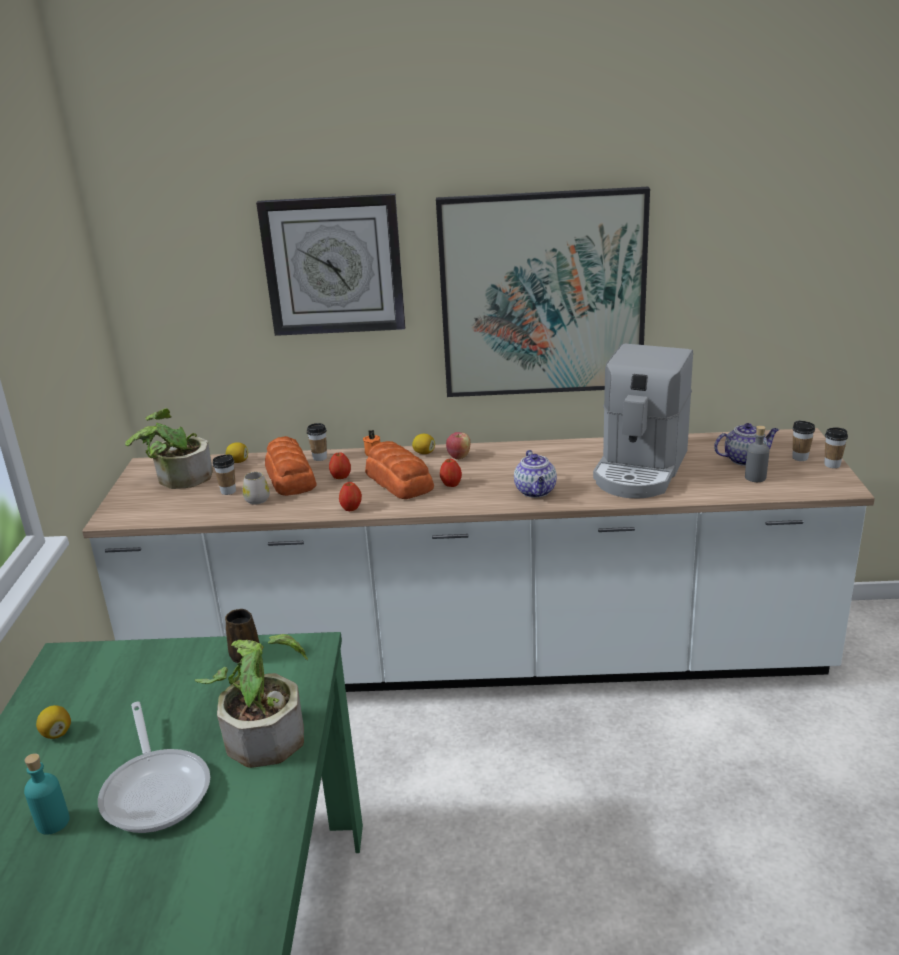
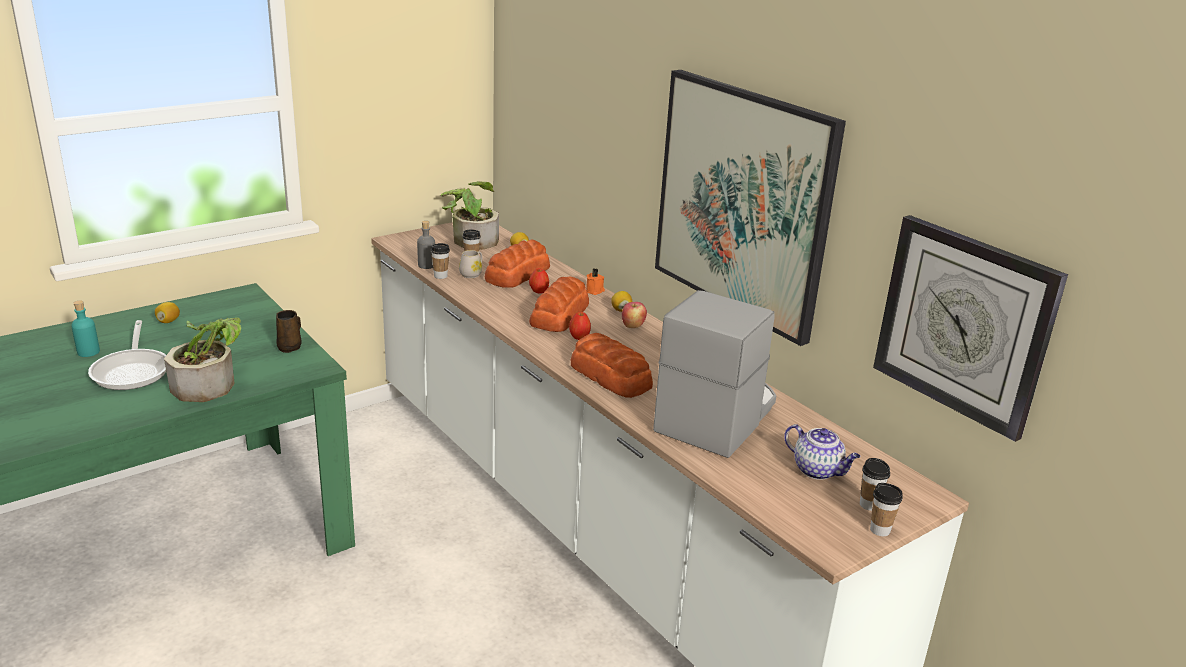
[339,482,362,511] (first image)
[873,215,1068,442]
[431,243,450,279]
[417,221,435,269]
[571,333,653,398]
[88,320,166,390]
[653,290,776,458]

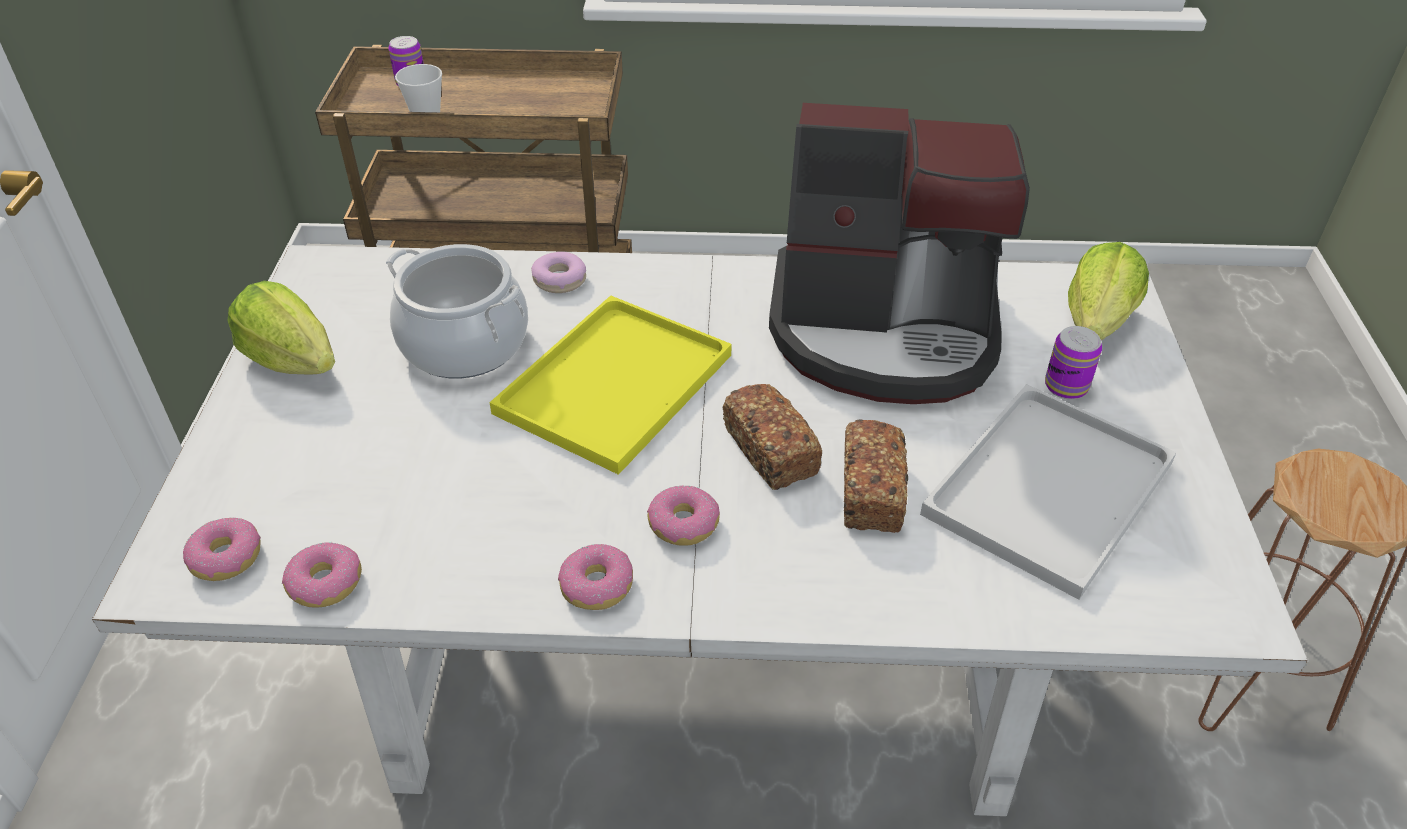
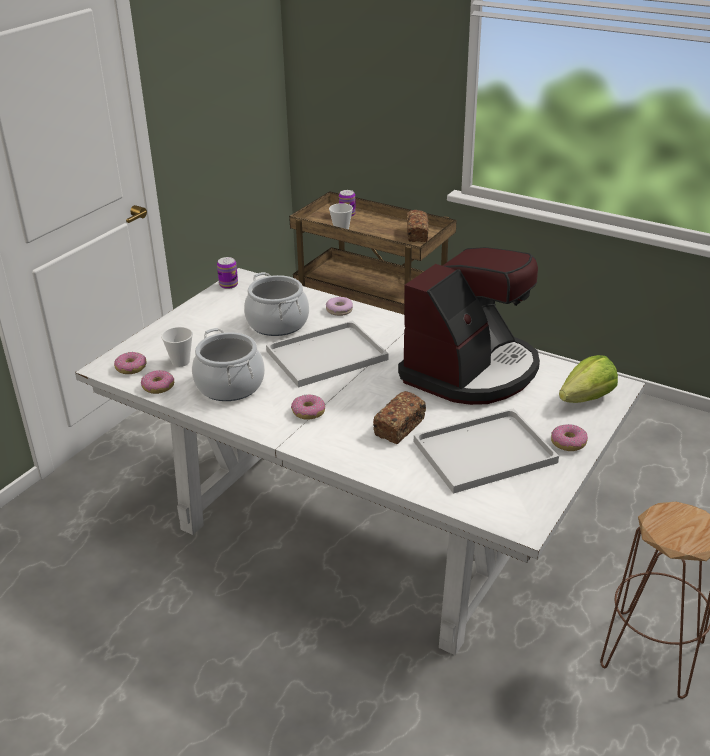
[227,281,335,374] (first image)
[161,327,193,367]
[192,328,265,401]
[551,424,588,451]
[407,210,429,242]
[217,257,238,289]
[266,320,388,388]
[398,247,540,405]

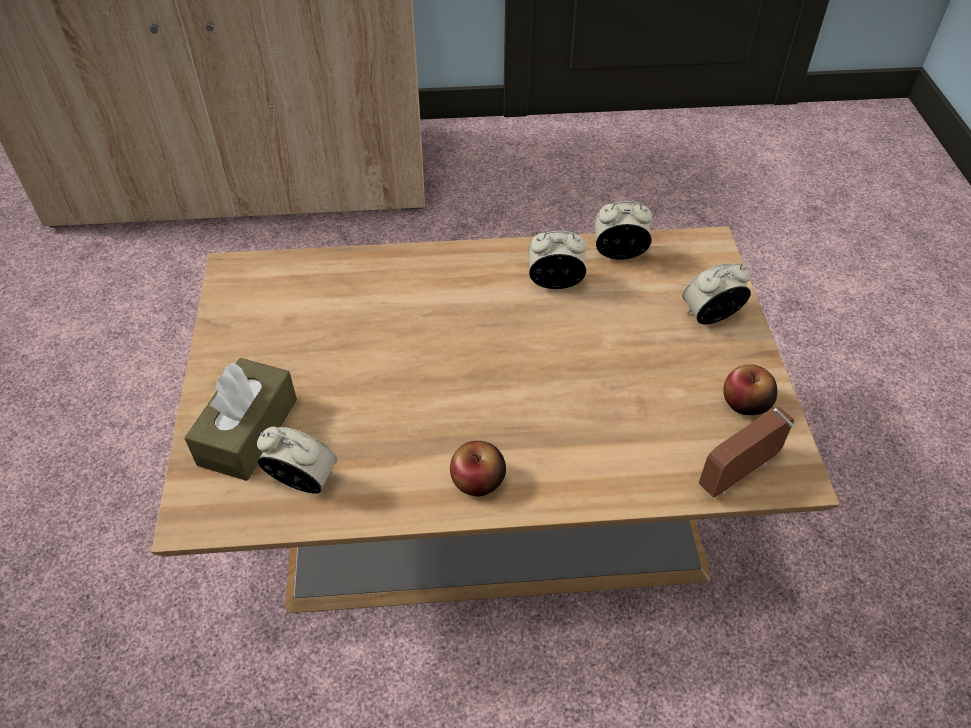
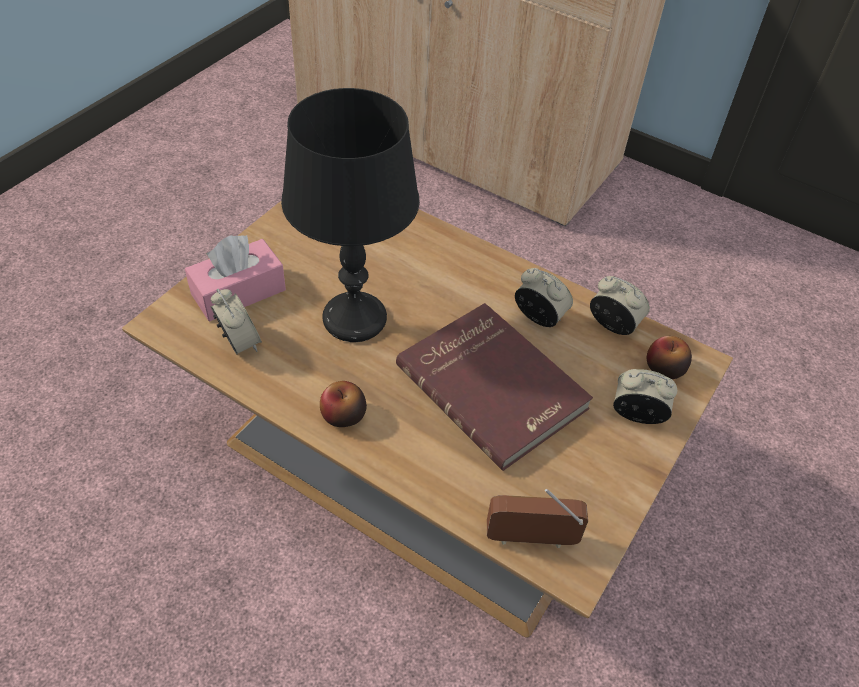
[281,88,420,342]
[396,303,593,471]
[647,336,692,379]
[185,235,286,321]

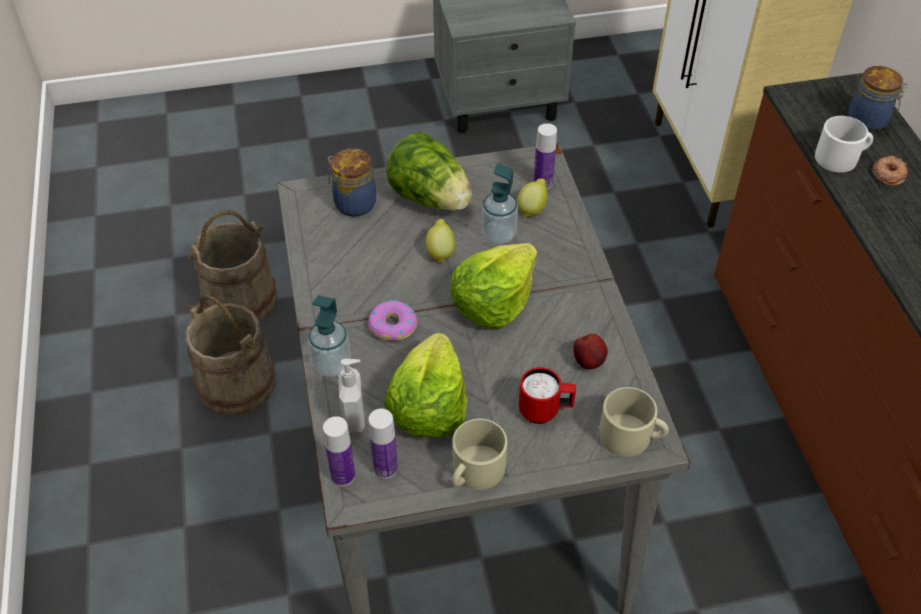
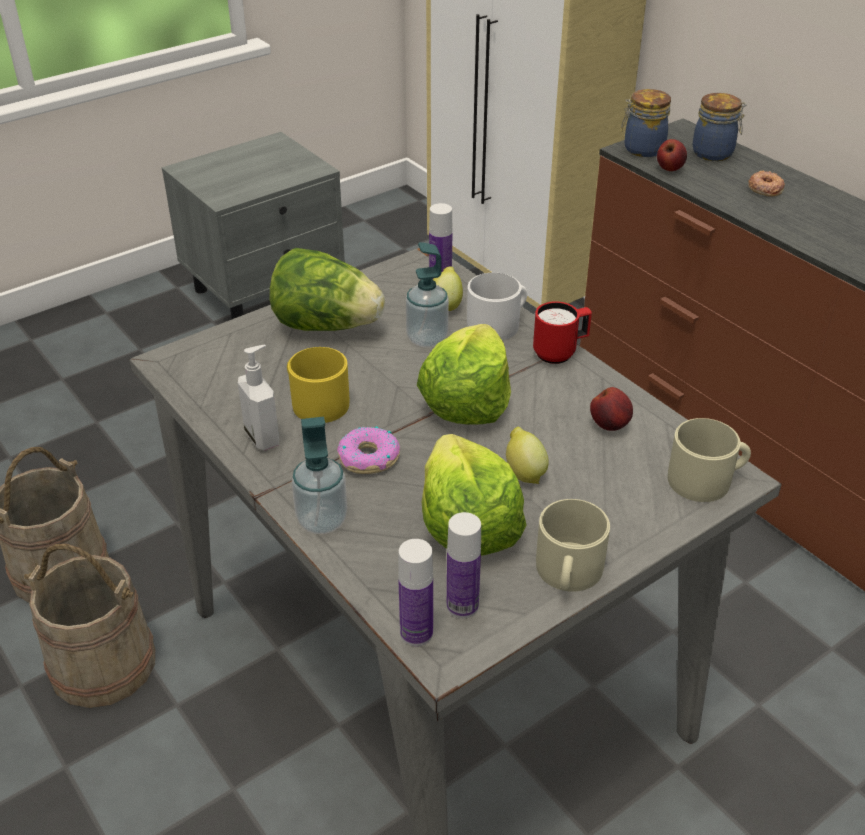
[287,347,349,423]
[657,139,687,171]
[621,89,671,157]
[238,345,279,450]
[506,427,549,484]
[533,301,592,364]
[467,273,527,340]

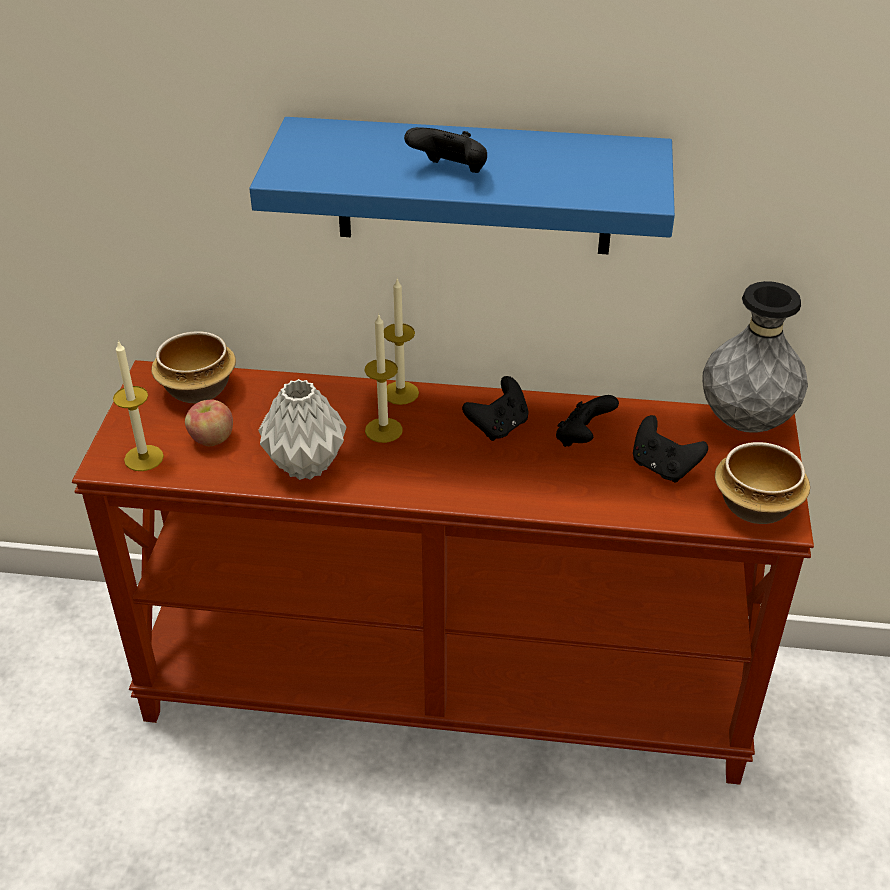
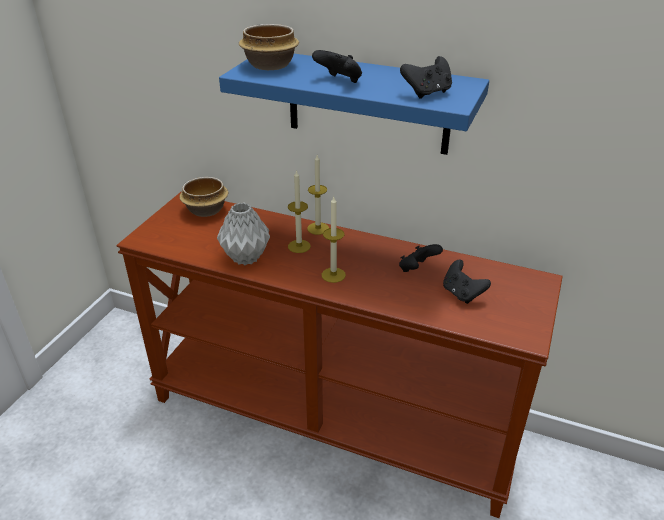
[185,399,233,446] (first image)
[702,281,808,433] (first image)
[321,197,346,283]
[400,56,452,99]
[239,24,299,70]

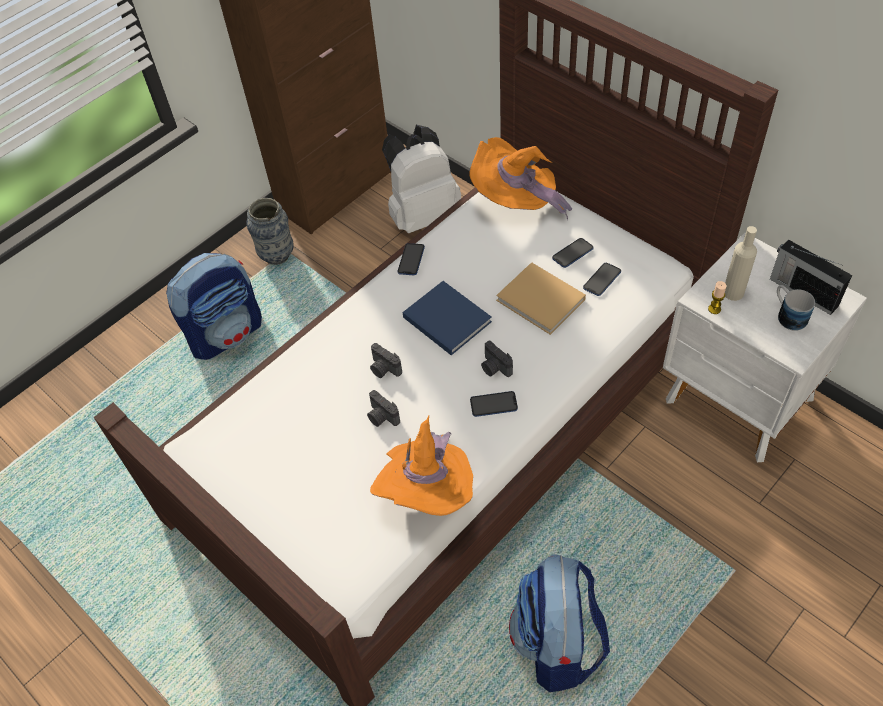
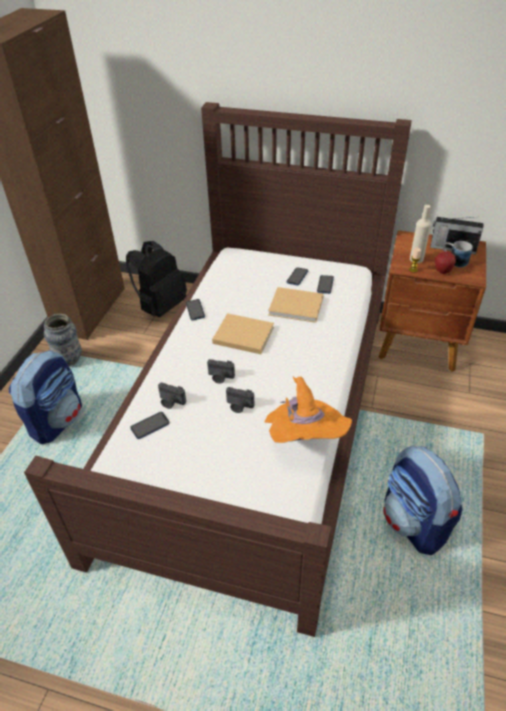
[470,137,572,220] (first image)
[435,251,456,274]
[130,412,169,439]
[158,382,186,409]
[126,241,187,317]
[212,313,274,354]
[379,230,486,372]

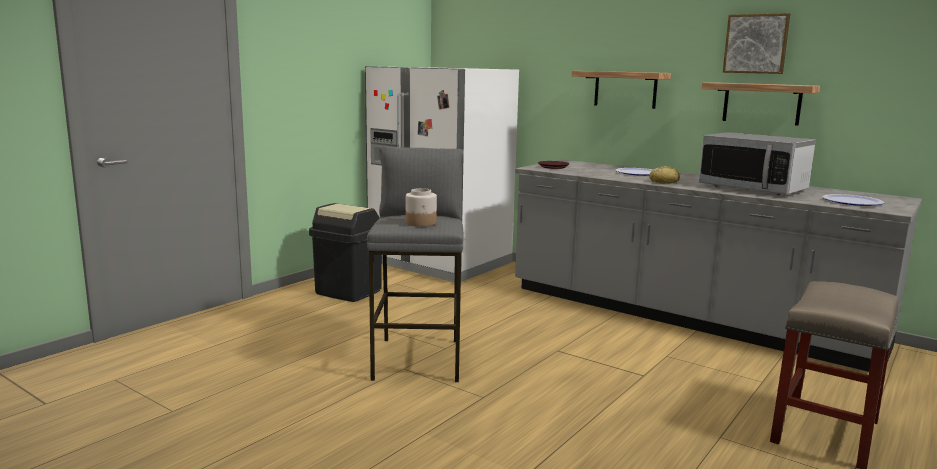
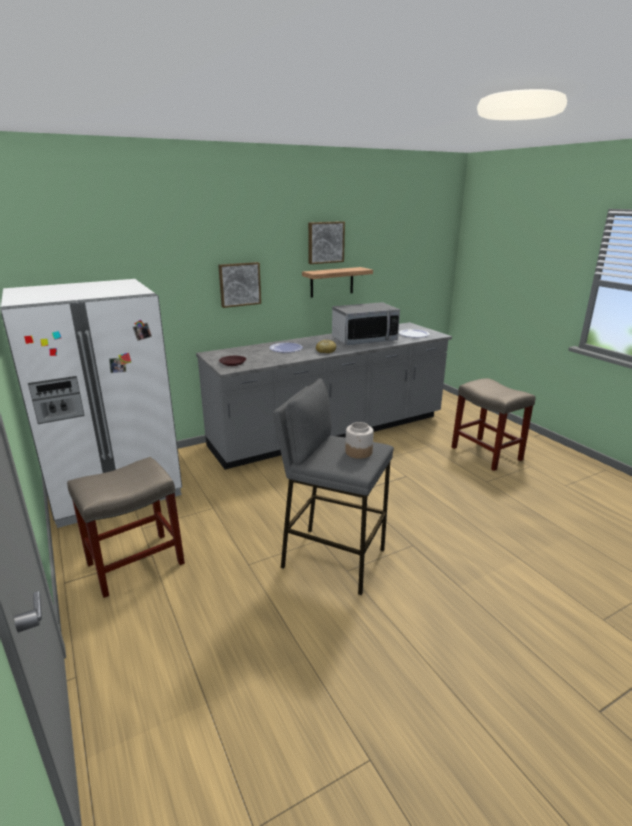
[67,457,185,598]
[218,262,261,308]

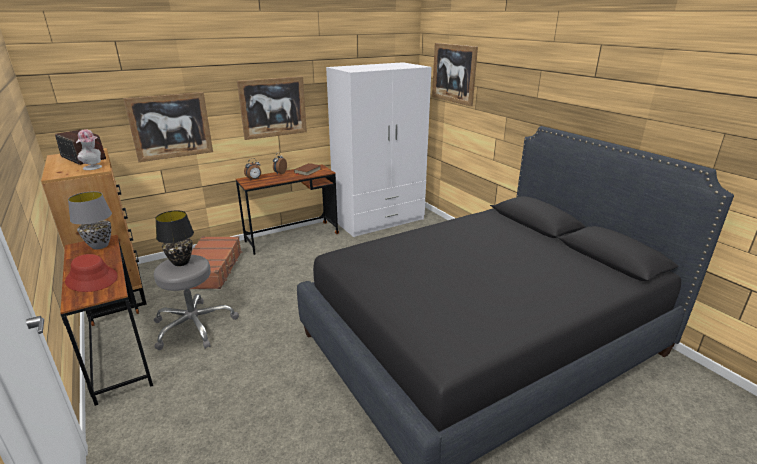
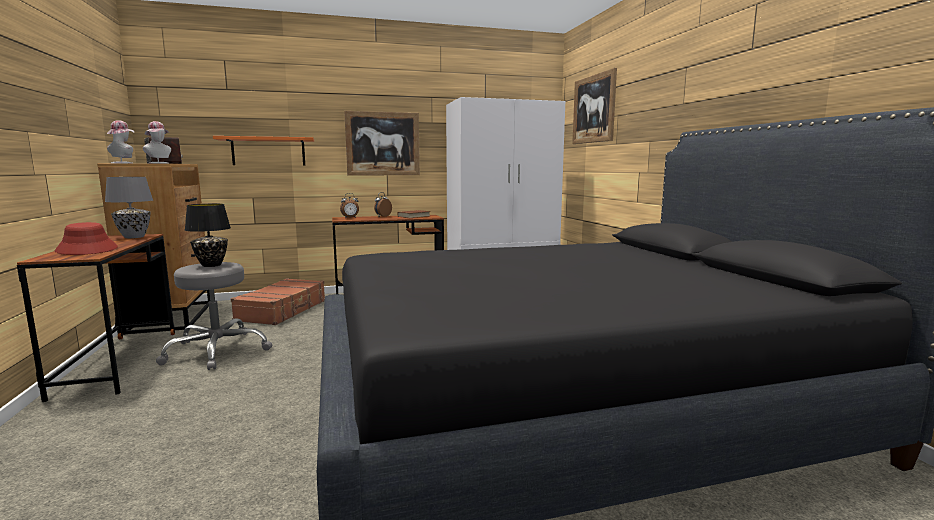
[107,120,134,163]
[213,136,314,165]

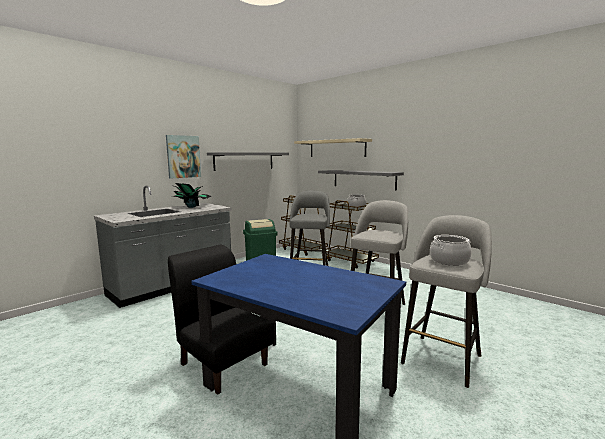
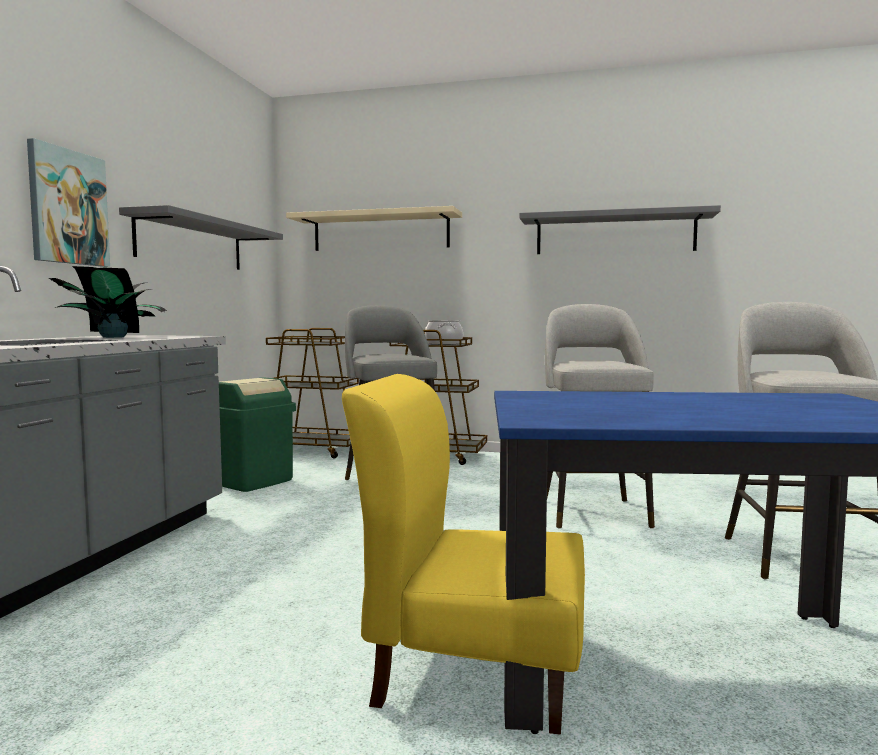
[430,235,472,266] (first image)
[519,205,721,254]
[342,374,585,735]

